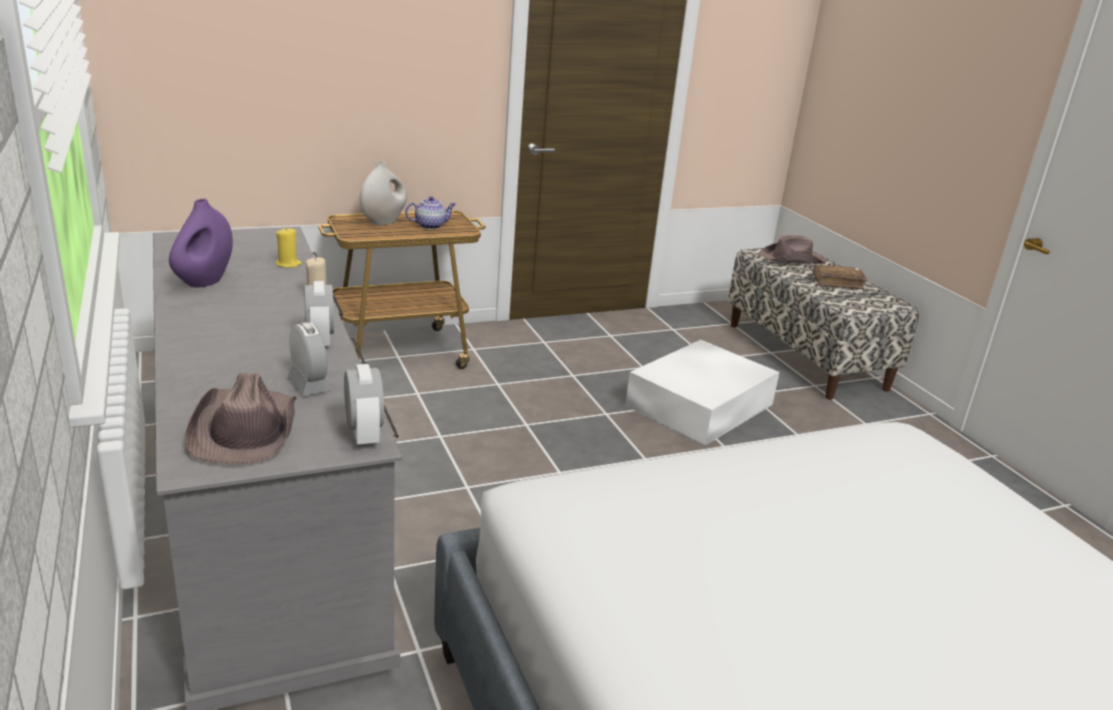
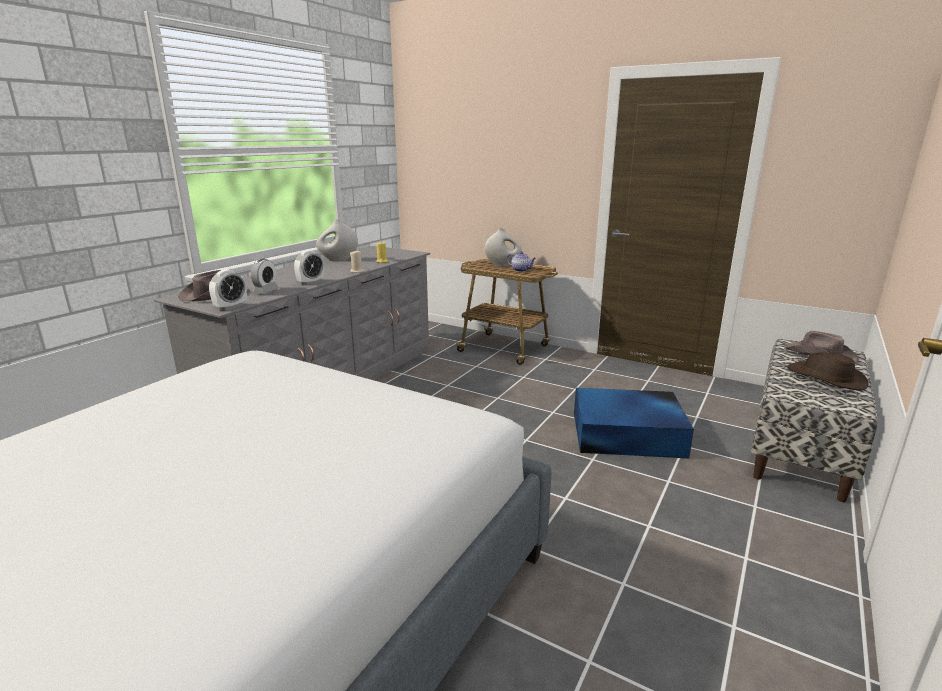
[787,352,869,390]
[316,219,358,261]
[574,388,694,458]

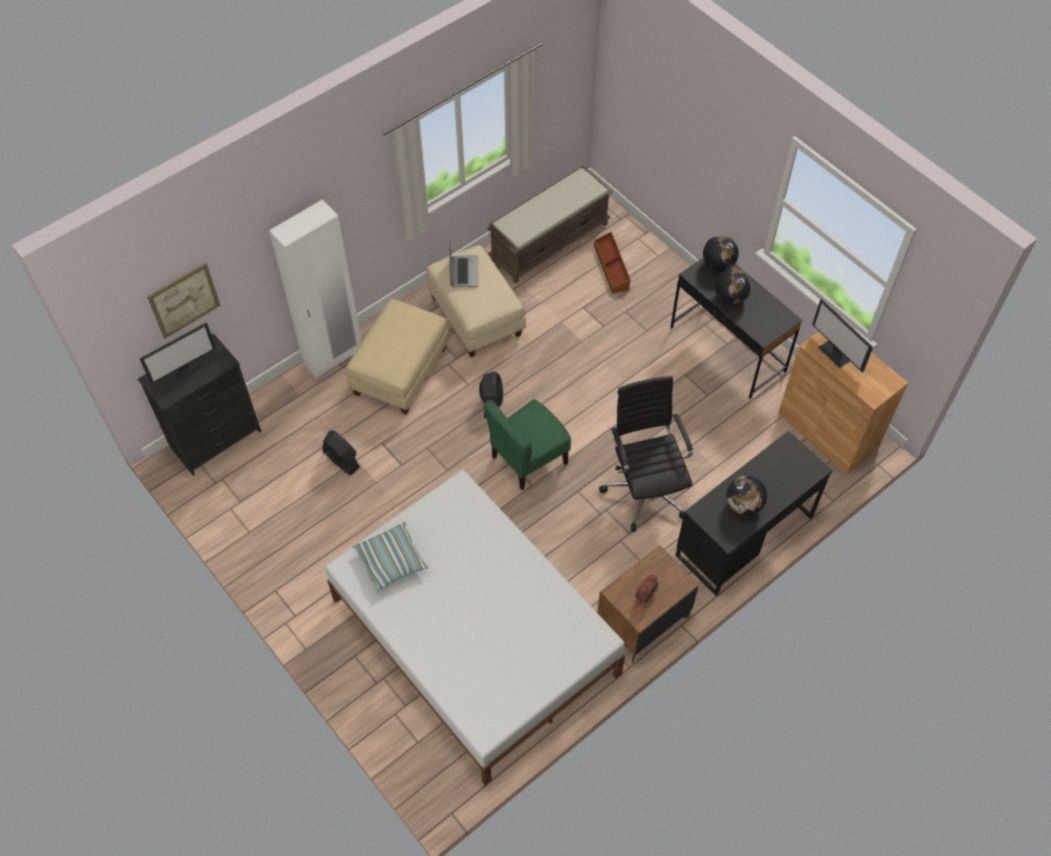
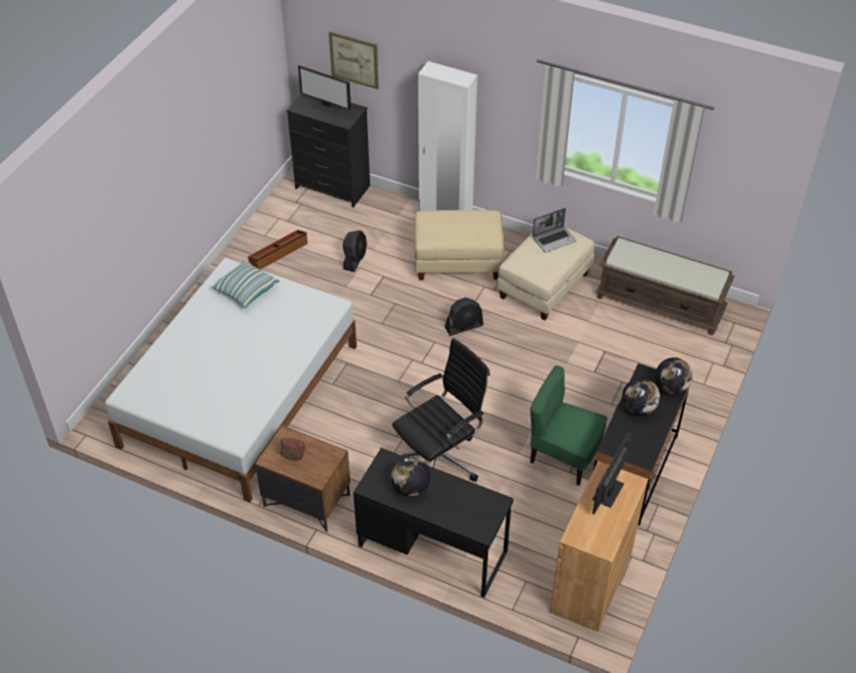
[530,366,607,485]
[248,230,308,270]

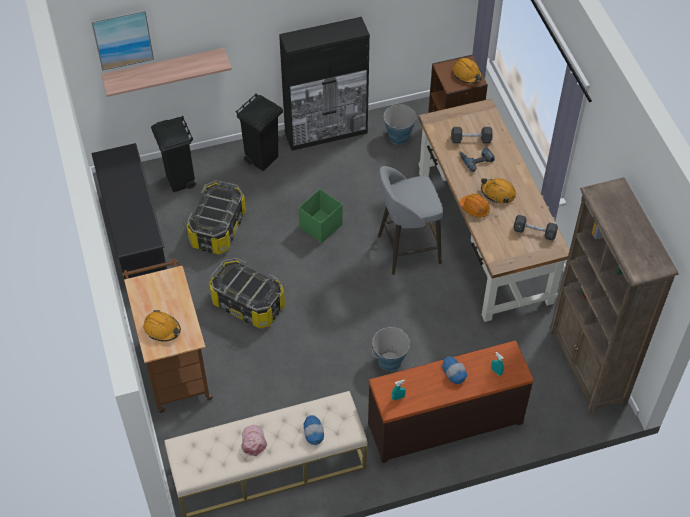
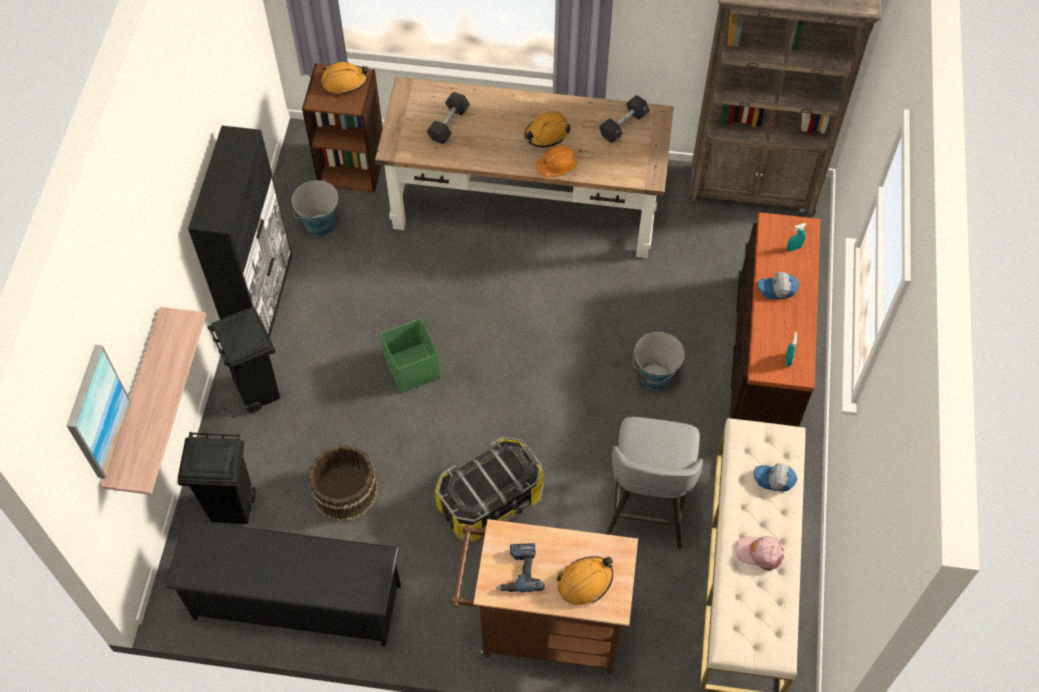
[606,417,703,549]
[496,543,545,592]
[308,445,378,522]

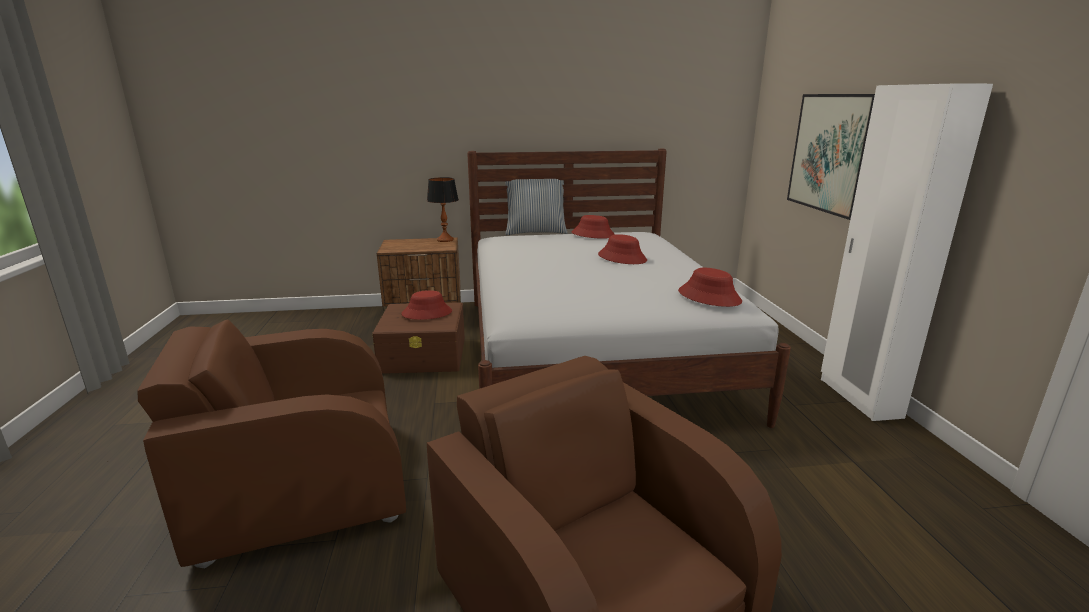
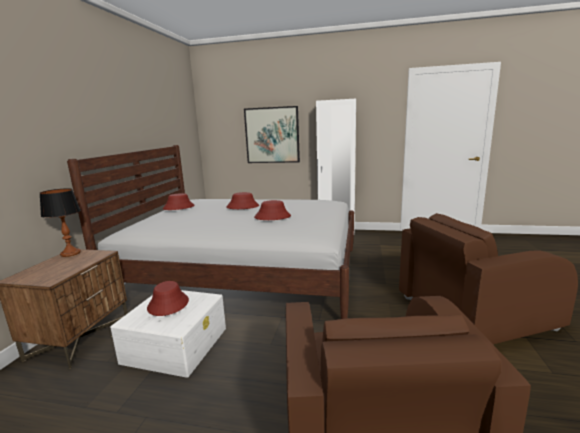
[505,179,568,235] (first image)
[254,200,291,220]
[110,290,226,378]

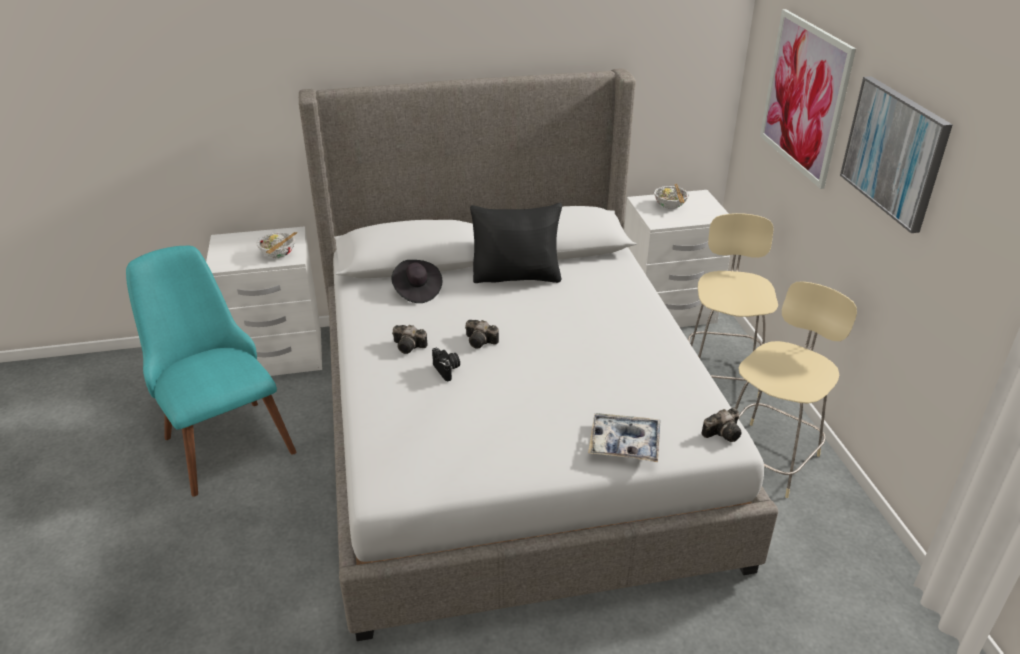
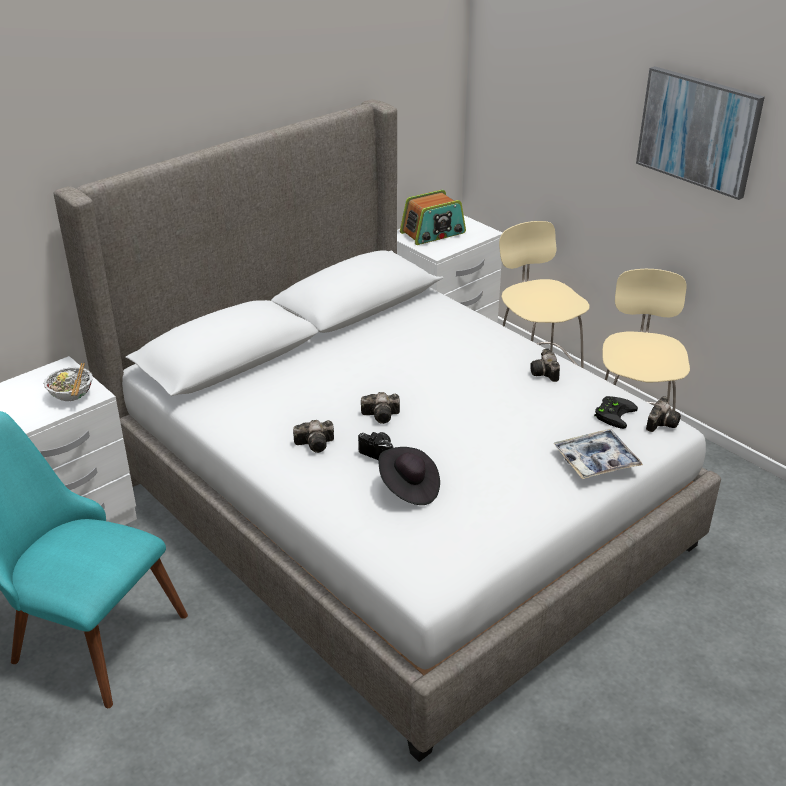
[470,203,562,283] (first image)
[760,9,856,189] (first image)
[530,348,560,382]
[594,396,638,429]
[378,447,440,505]
[400,190,466,245]

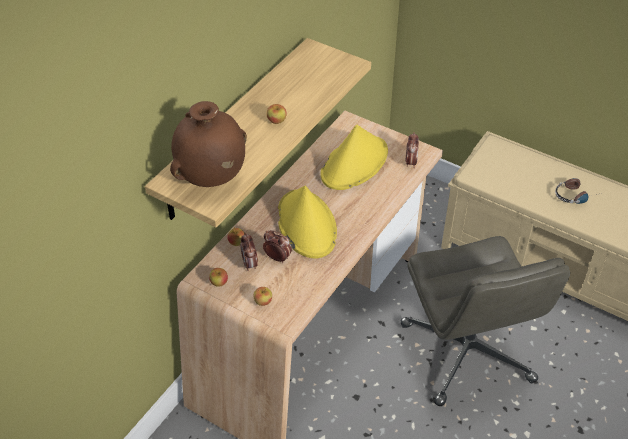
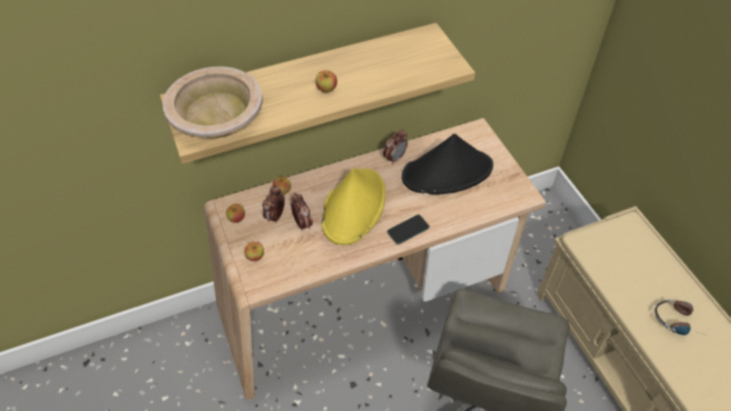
[387,214,430,245]
[383,129,408,165]
[163,66,263,138]
[402,134,493,194]

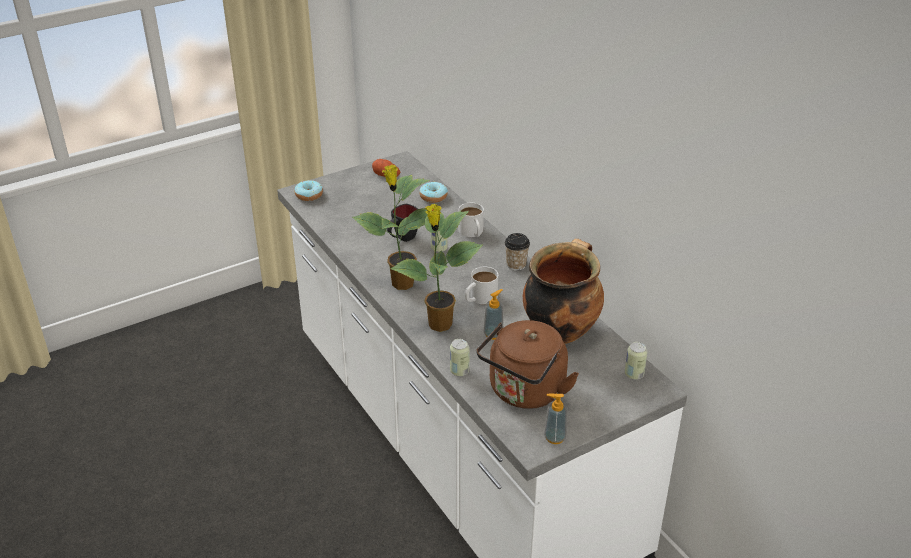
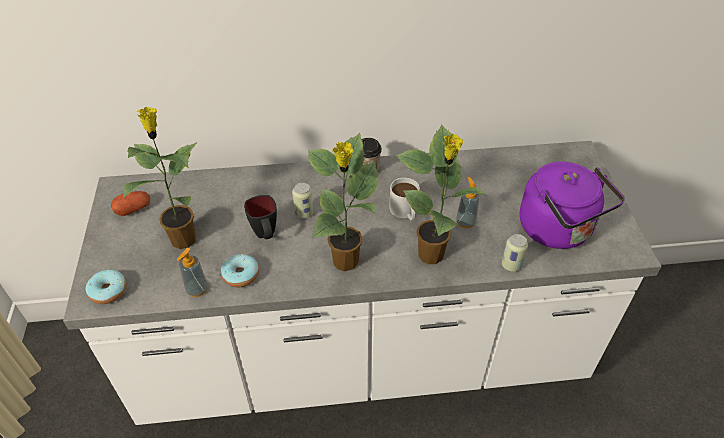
[459,203,484,237] (first image)
[523,239,604,344] (first image)
[625,342,647,380] (first image)
[122,107,197,249]
[221,254,259,287]
[177,248,208,297]
[520,162,625,249]

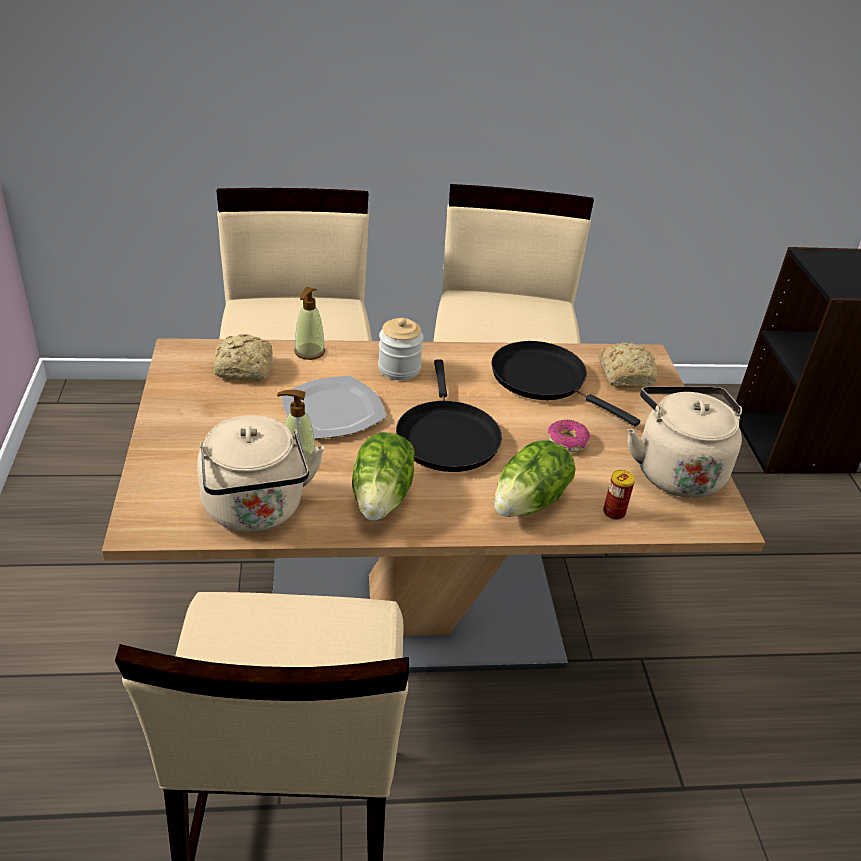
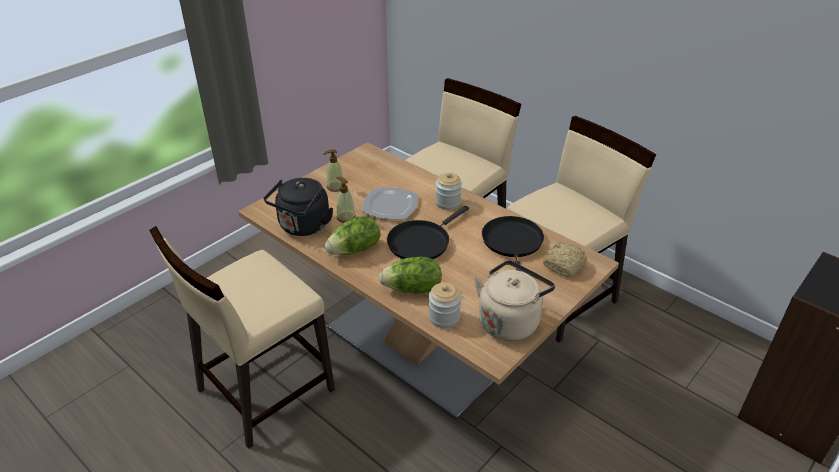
[213,334,273,381] (first image)
[548,420,590,452] (first image)
[323,149,343,192]
[428,282,461,328]
[264,178,334,236]

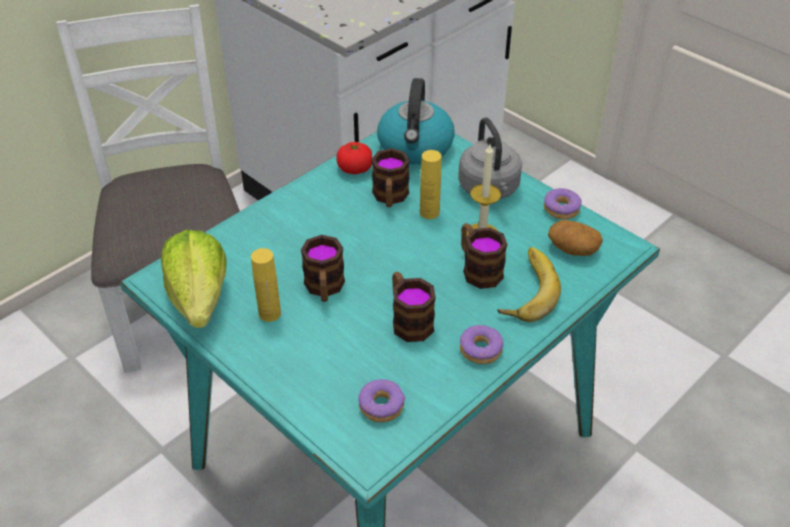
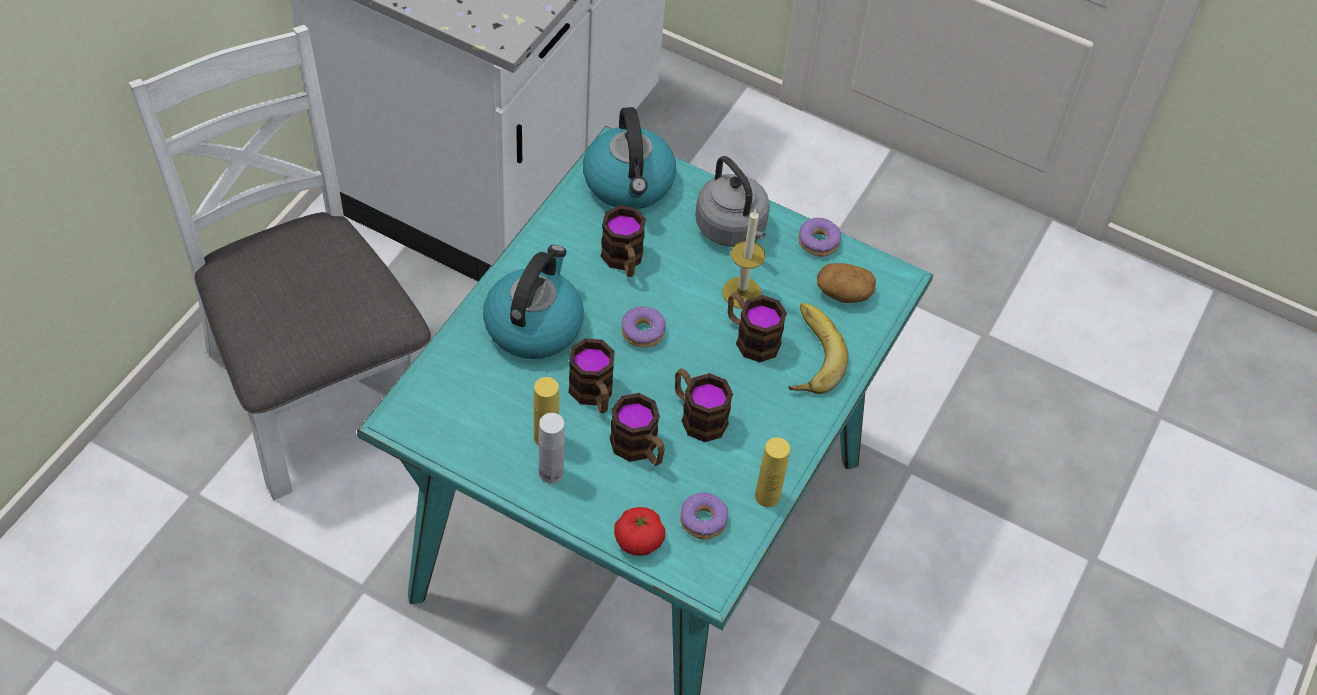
[161,230,227,328] (first image)
[483,245,584,359]
[539,413,565,484]
[610,393,665,466]
[614,507,665,556]
[755,437,790,507]
[621,307,666,348]

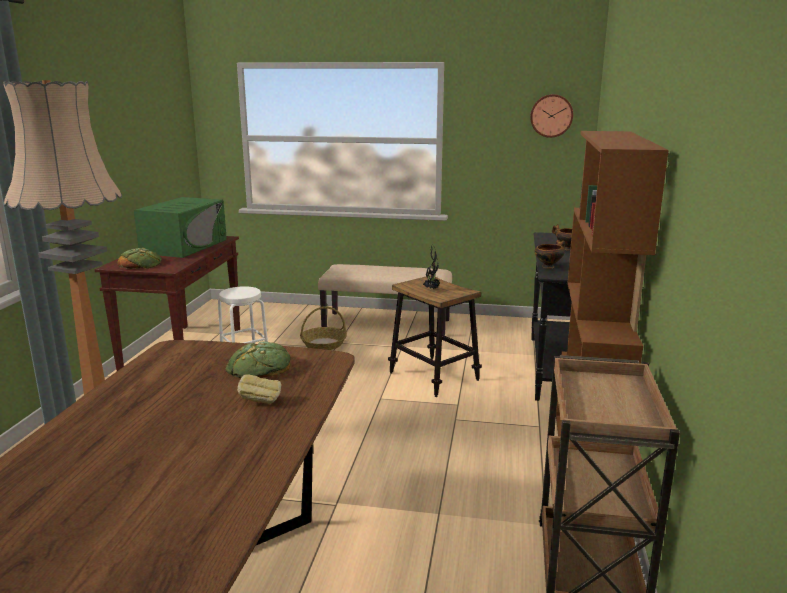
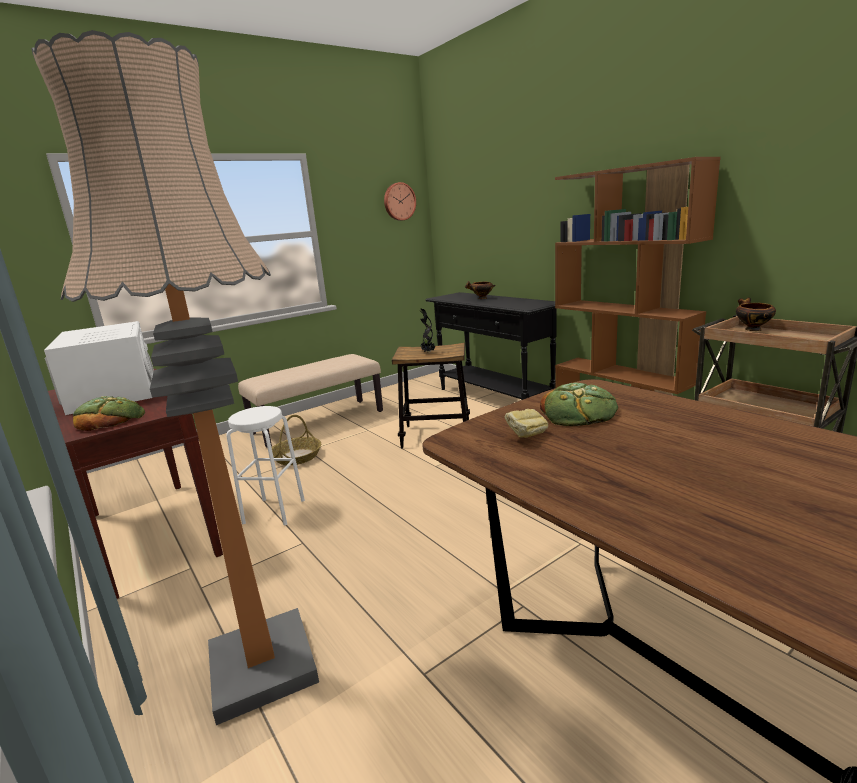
[505,409,548,438]
[736,298,776,331]
[44,321,154,415]

